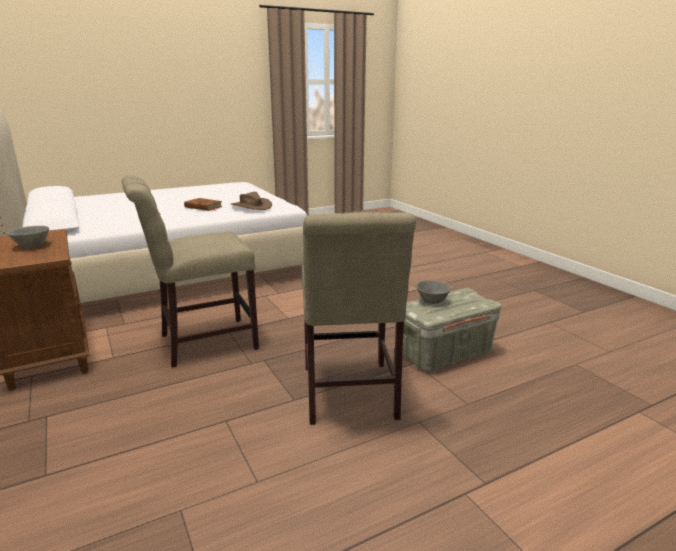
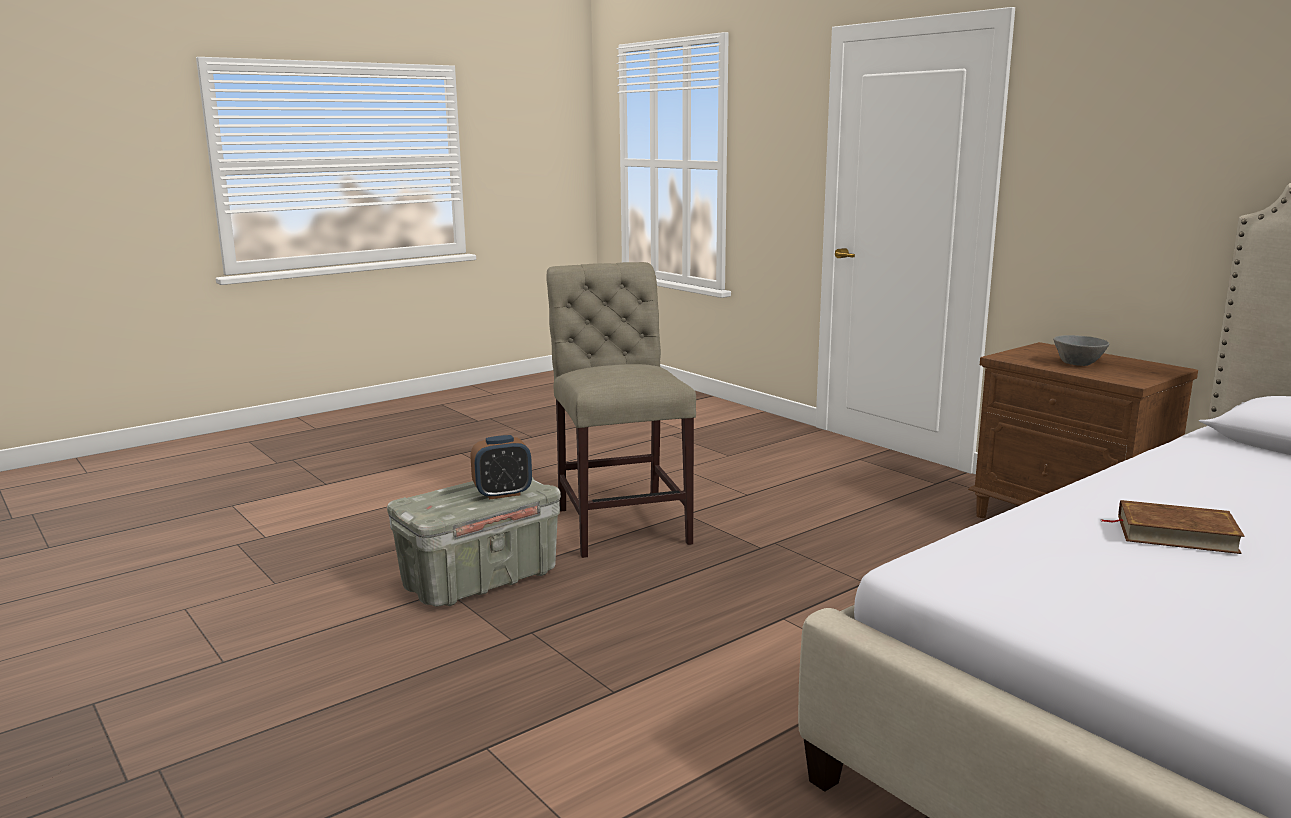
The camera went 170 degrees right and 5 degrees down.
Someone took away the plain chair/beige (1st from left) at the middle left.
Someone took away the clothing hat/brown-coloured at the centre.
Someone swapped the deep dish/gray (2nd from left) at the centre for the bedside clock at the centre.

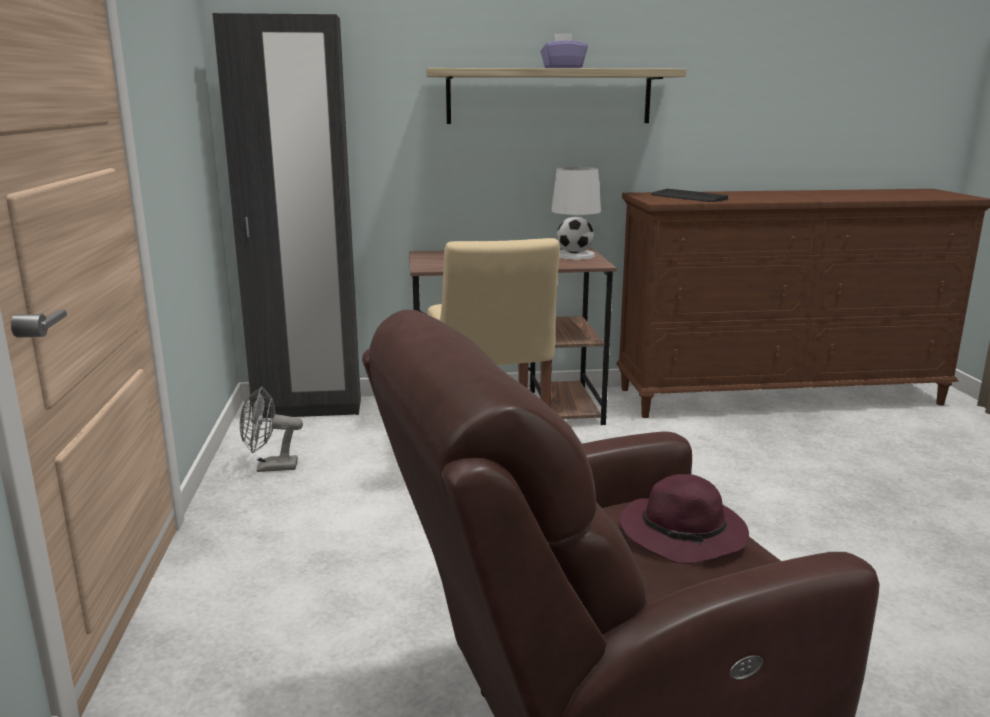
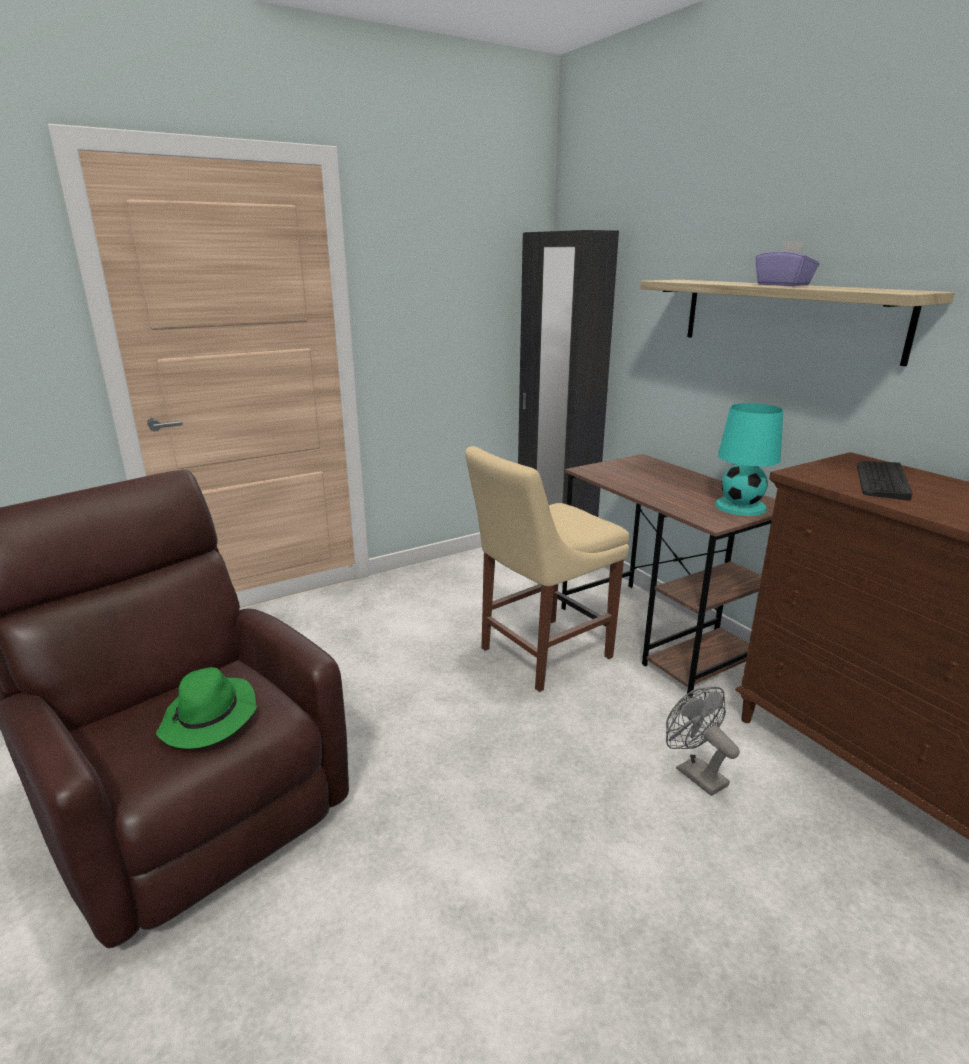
The camera went 65 degrees right and 5 degrees up.
Someone carried the electric fan/gray from the middle left to the bottom right.
Someone repainted the table lamp/whitish at the top centre, which became the table lamp/blue-green at the middle right.
Someone repainted the clothing hat/purple-coloured at the bottom right, which became the clothing hat/green at the middle left.

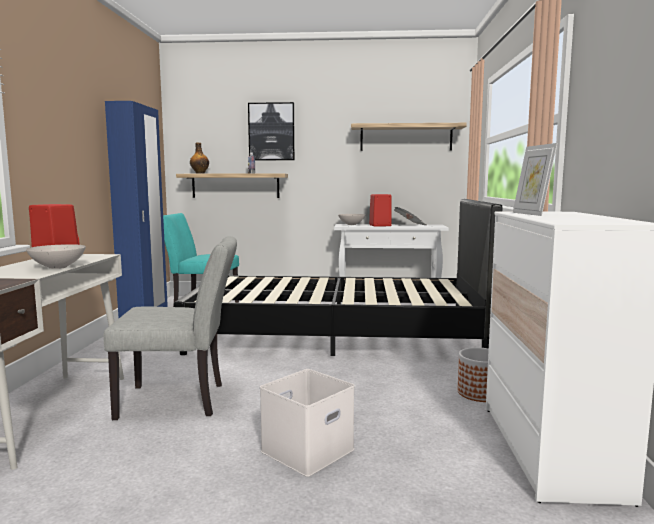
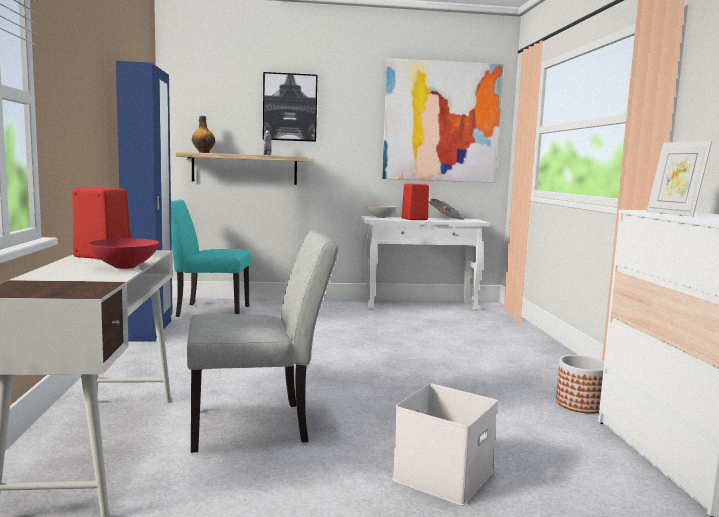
The camera went 10 degrees left and 0 degrees up.
Someone took away the sleeping bed/blackish at the centre.
Someone swapped the shelf (2nd from left) at the top centre for the wall art (2nd from left) at the top centre.
Someone repainted the deep dish/whitish (1st from left) at the middle left, which became the deep dish/red-coloured at the middle left.

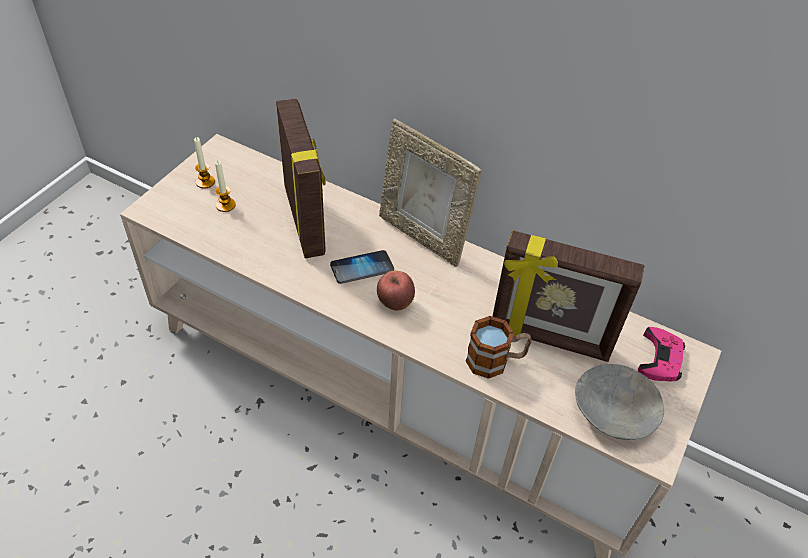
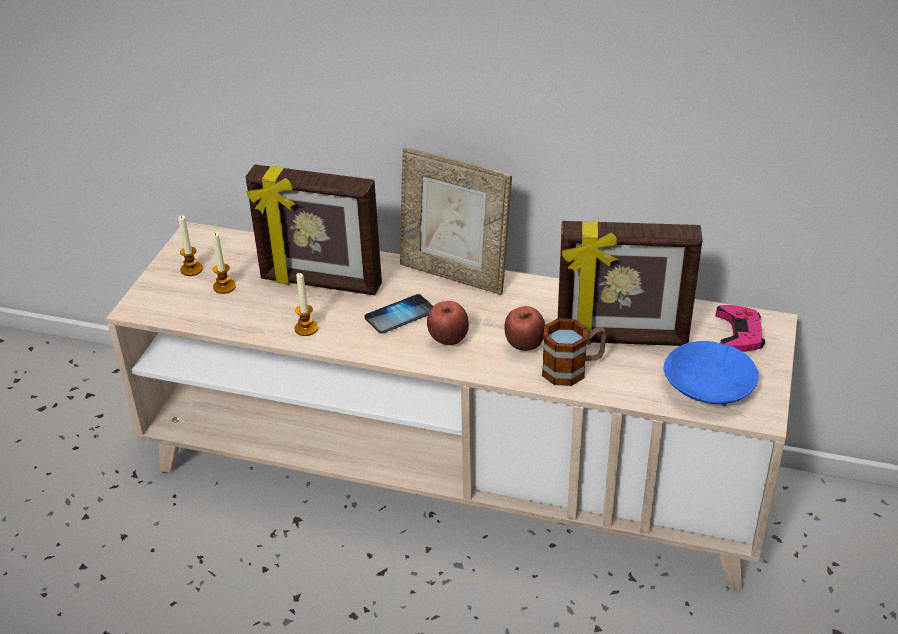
The camera went 10 degrees left and 10 degrees down.
Someone put down the candle (3rd from left) at the centre.
Someone put down the whole apple (2nd from left) at the centre.
Someone repainted the deep dish/gray at the bottom right, which became the deep dish/blue at the middle right.
Someone rotated the photo frame (1st from left) at the top centre by 135 degrees clockwise.

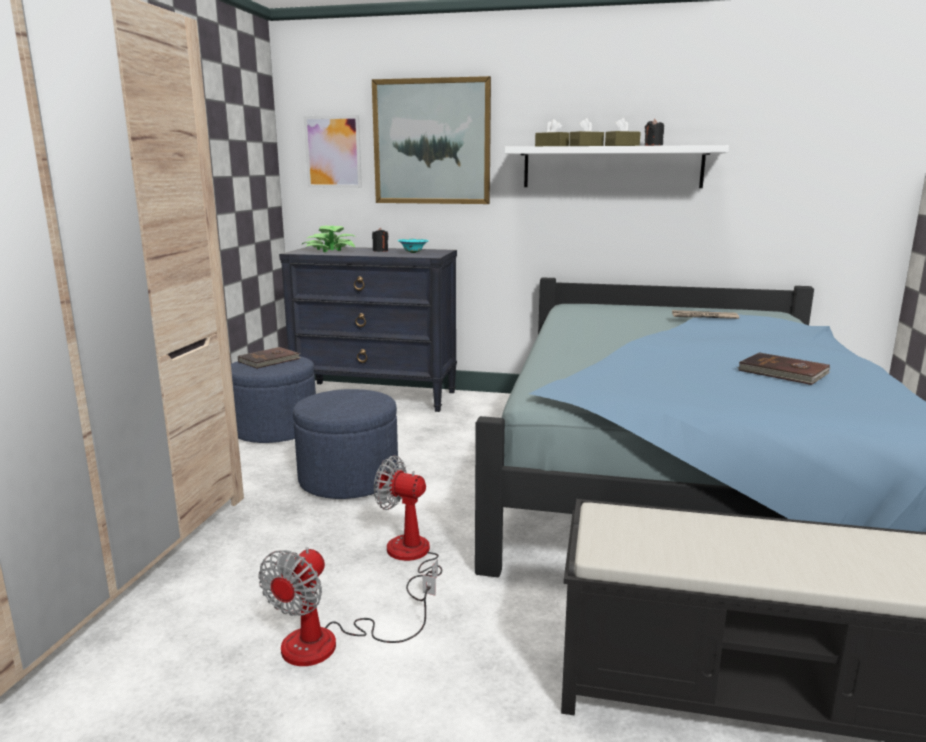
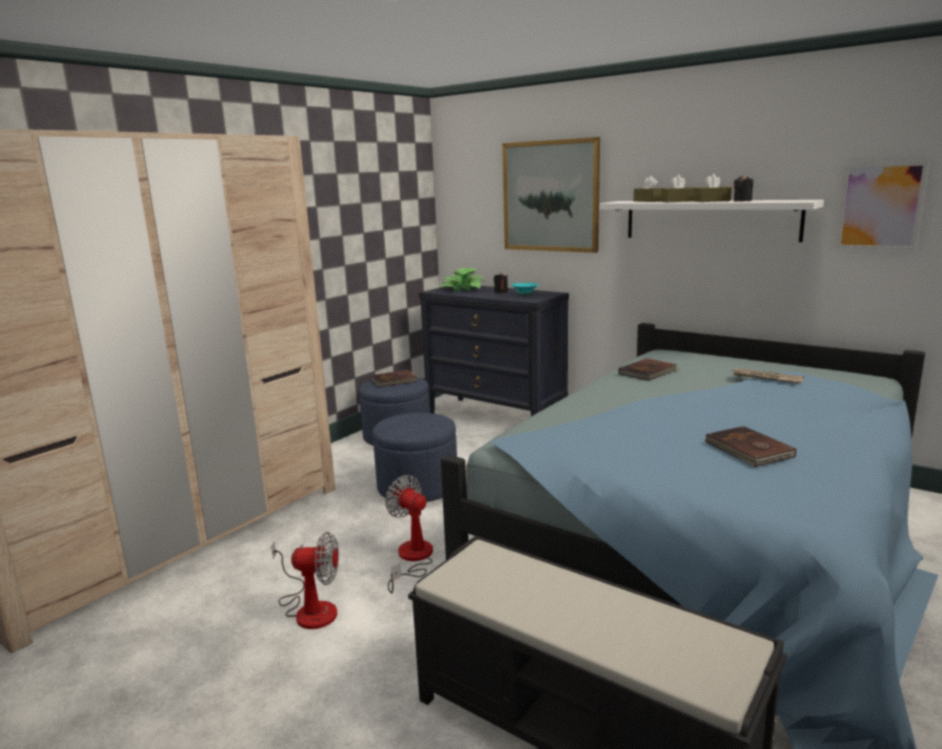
The camera went 25 degrees right and 0 degrees up.
Someone put down the book/brown-coloured (2nd from left) at the middle right.
Someone carried the wall art (1st from left in the first image) from the top centre to the top right.
Someone rotated the electric fan (1st from left) at the bottom centre by 135 degrees counterclockwise.

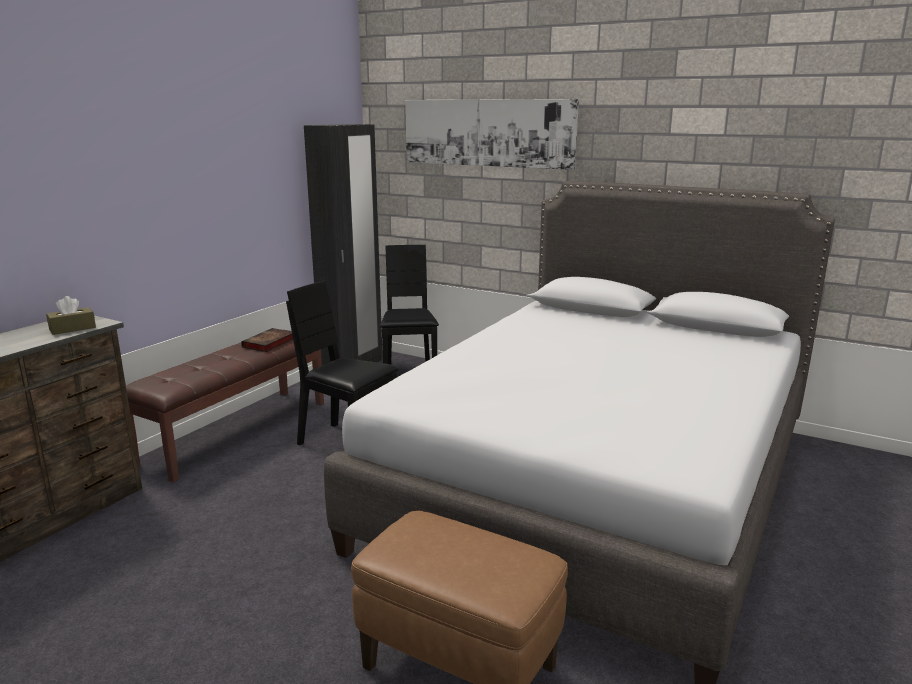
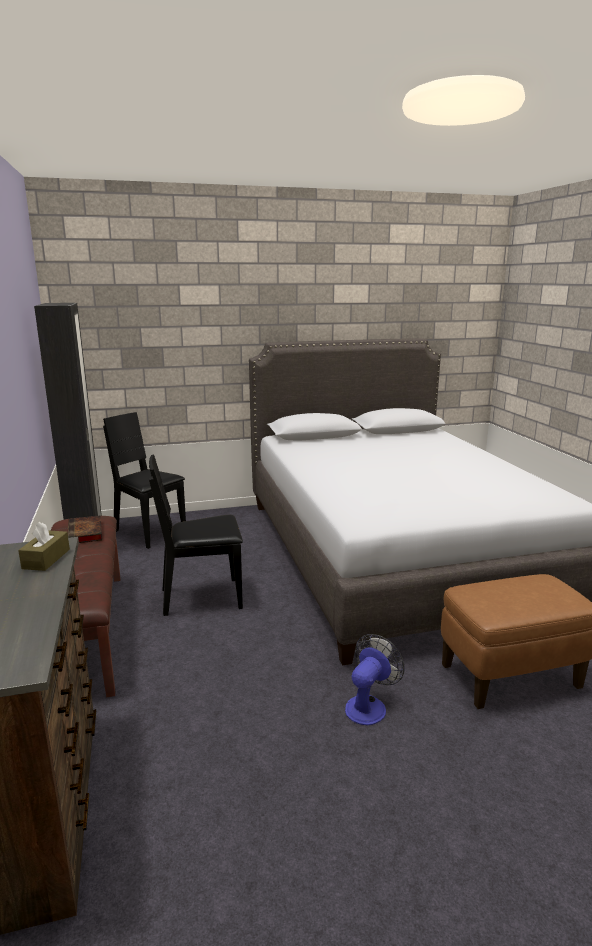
The camera went 45 degrees left and 0 degrees up.
Someone took away the wall art at the top centre.
Someone put down the electric fan at the bottom centre.

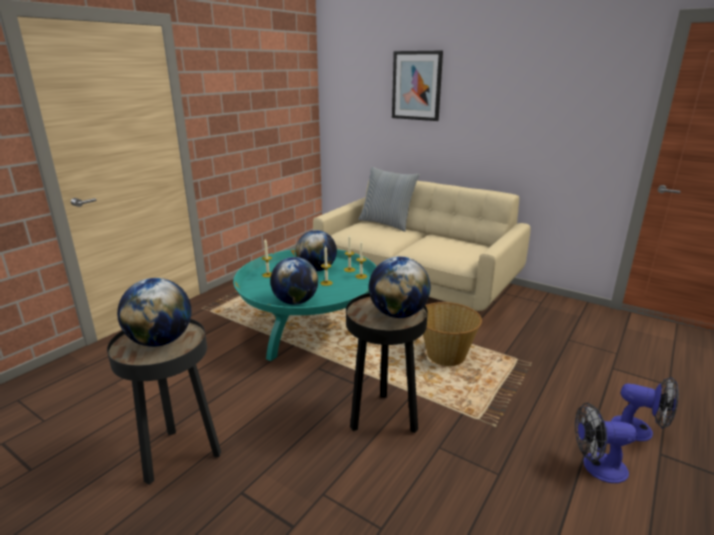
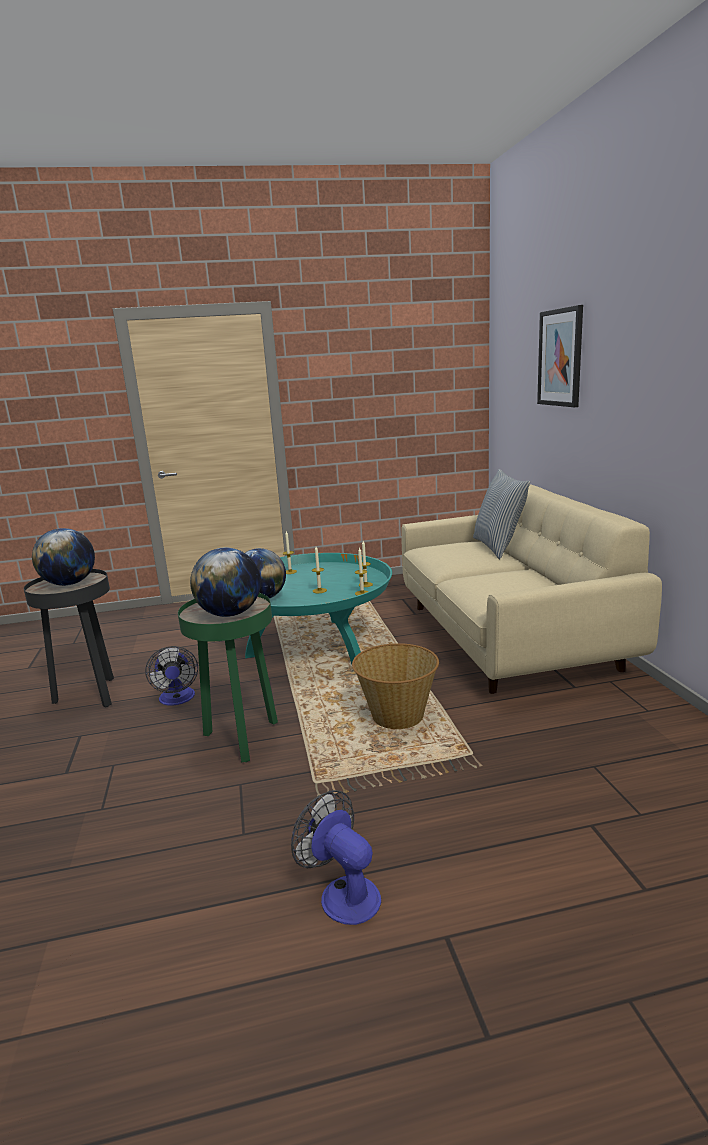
The camera went 45 degrees right and 5 degrees down.
Someone took away the desk globe (3rd from left) at the centre.
Someone carried the electric fan (2nd from left in the first image) from the bottom right to the middle left.
Someone repainted the accent table/blackish (2nd from left) at the bottom centre, which became the accent table/green at the middle left.

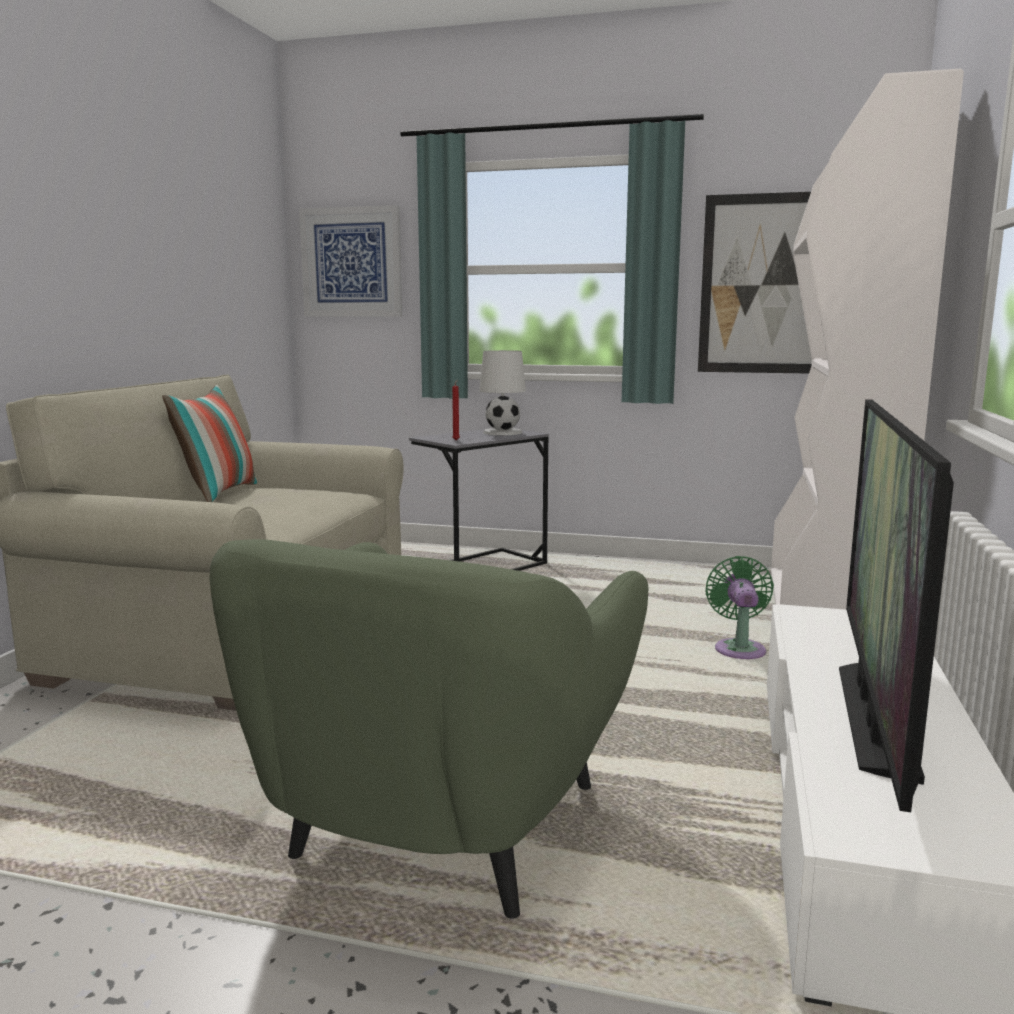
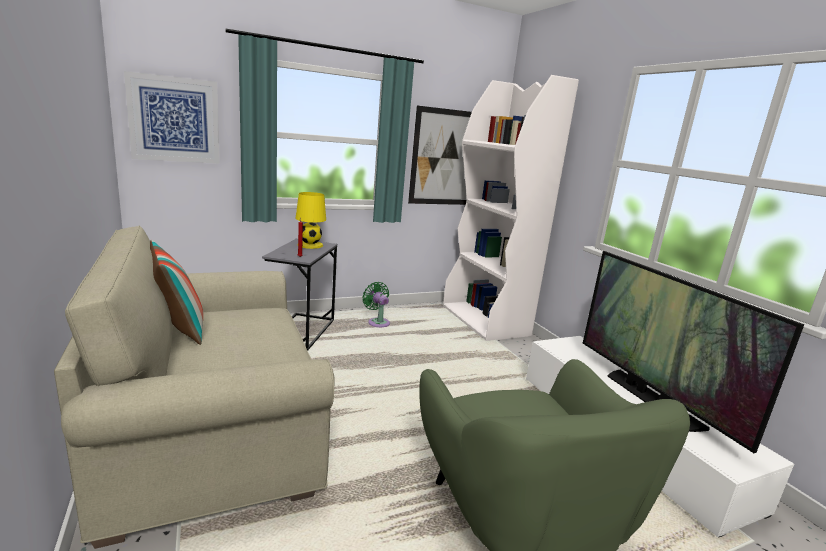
The camera went 40 degrees left and 5 degrees up.
Someone carried the electric fan/green from the middle right to the centre.
Someone repainted the table lamp/whitish at the centre, which became the table lamp/yellowish at the centre.

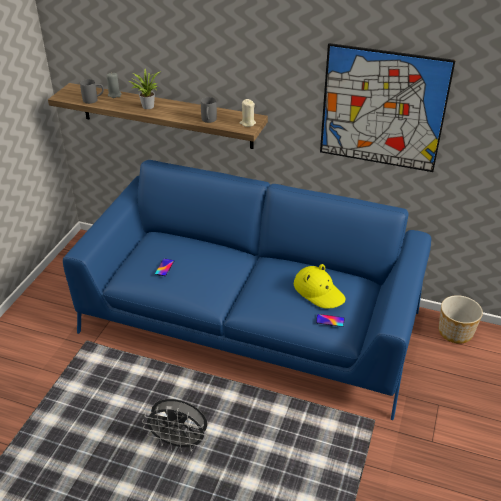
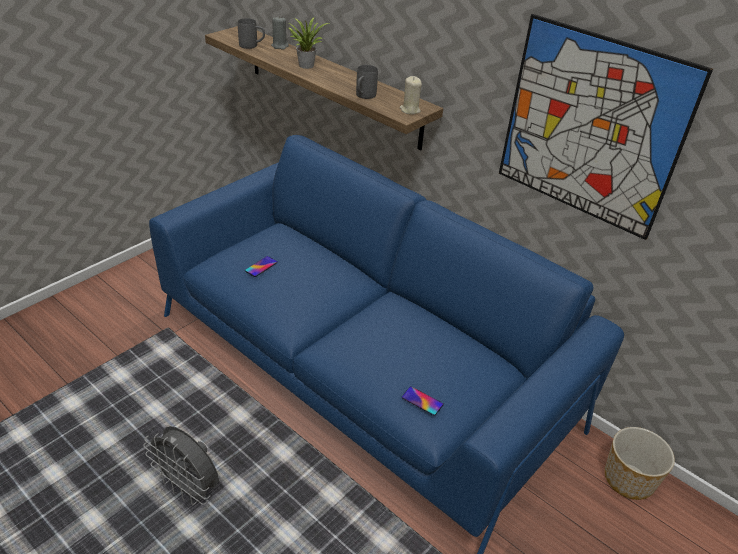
The camera went 20 degrees right and 0 degrees up.
Someone took away the clothing hat/yellowish at the centre.

